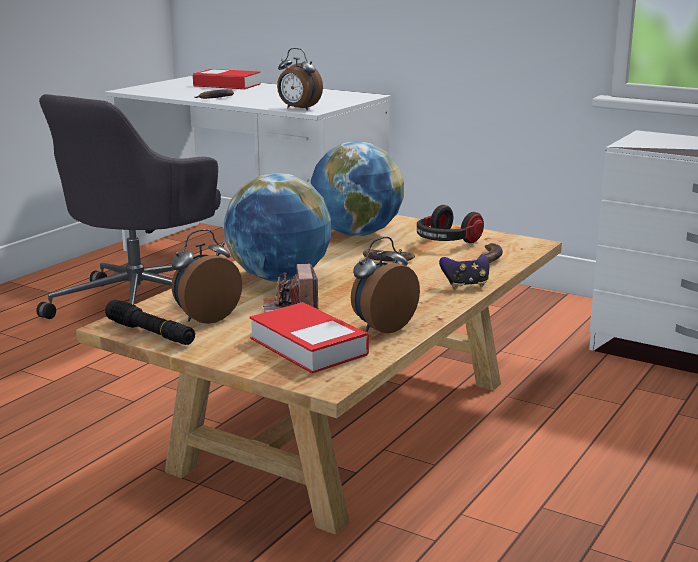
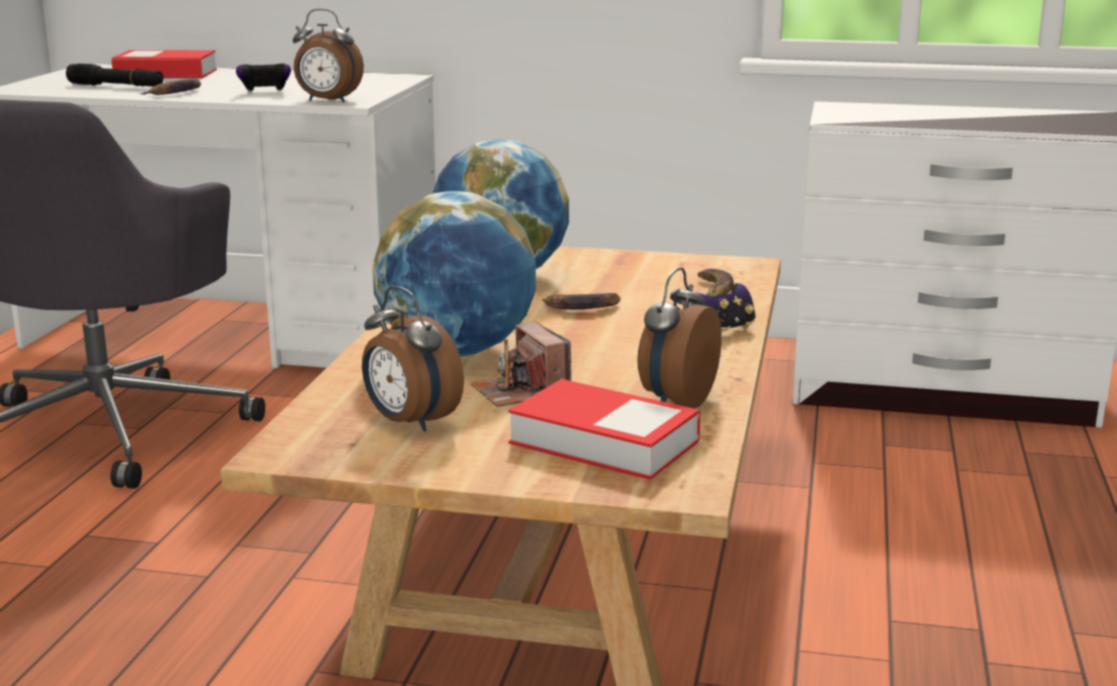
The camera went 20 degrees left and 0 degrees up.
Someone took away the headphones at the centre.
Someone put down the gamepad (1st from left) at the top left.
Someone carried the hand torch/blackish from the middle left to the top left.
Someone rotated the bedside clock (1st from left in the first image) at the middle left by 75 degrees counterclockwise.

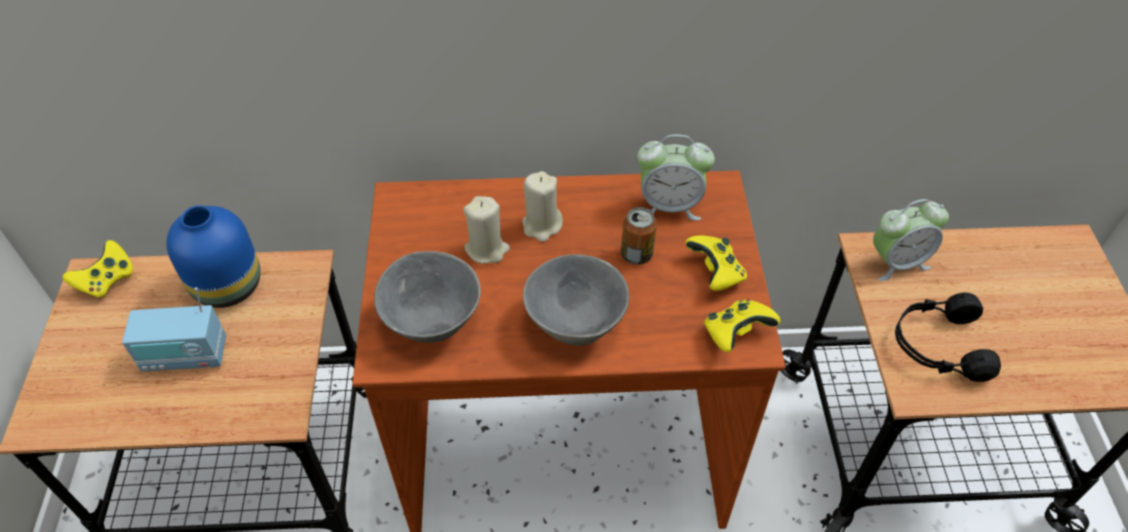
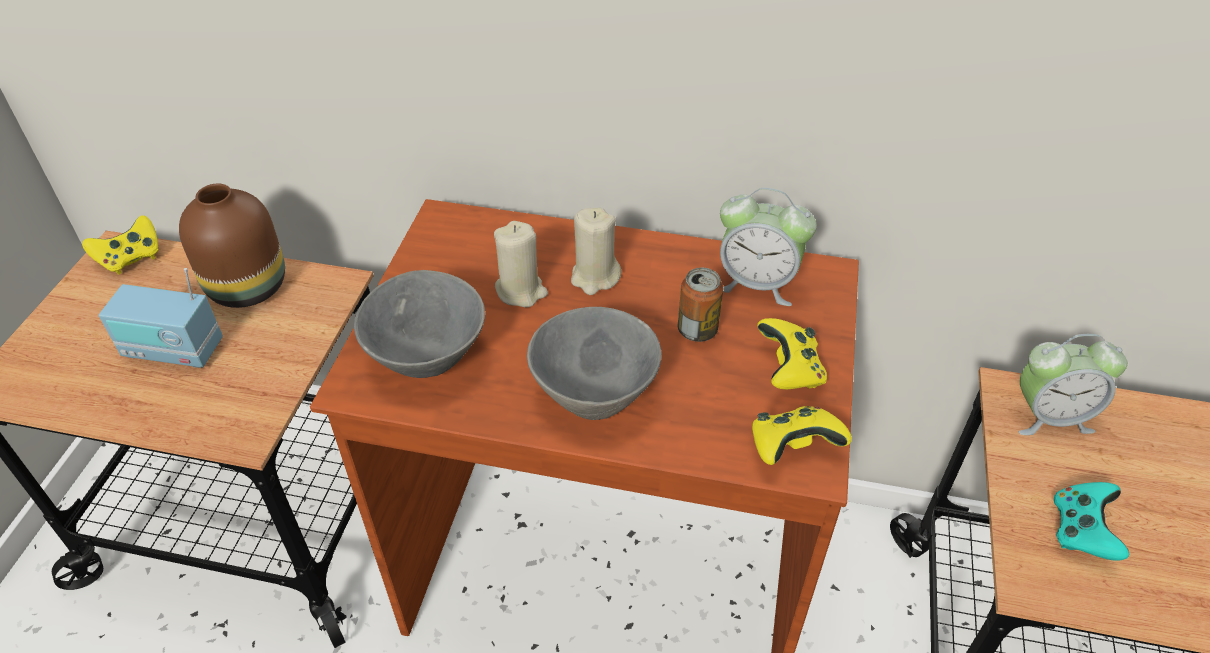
The camera went 15 degrees right and 5 degrees down.
Someone swapped the headphones/blackish at the middle right for the gamepad/blue-green at the bottom right.
Someone repainted the decorative vase/blue at the middle left, which became the decorative vase/brown-coloured at the middle left.

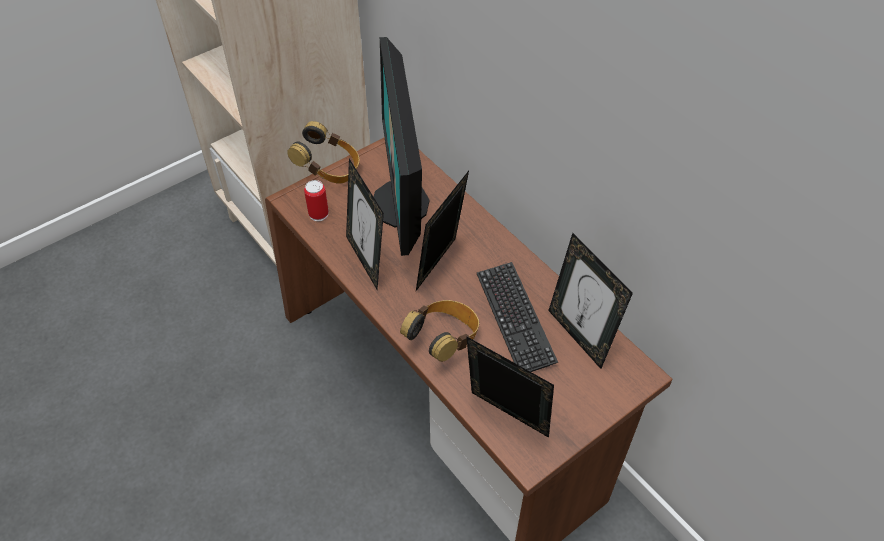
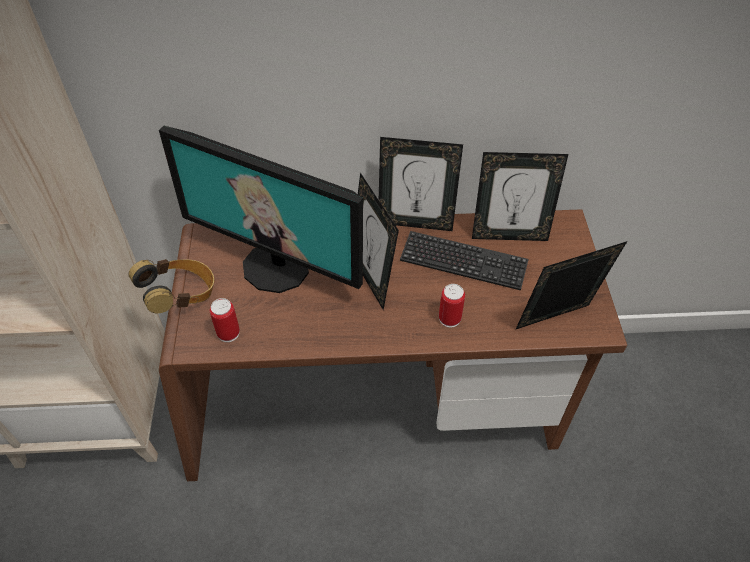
The camera went 55 degrees left and 0 degrees up.
Someone carried the photo frame (1st from left in the first image) from the centre to the top centre.
Someone swapped the headphones (2nd from left) at the centre for the metal can (2nd from left) at the centre.

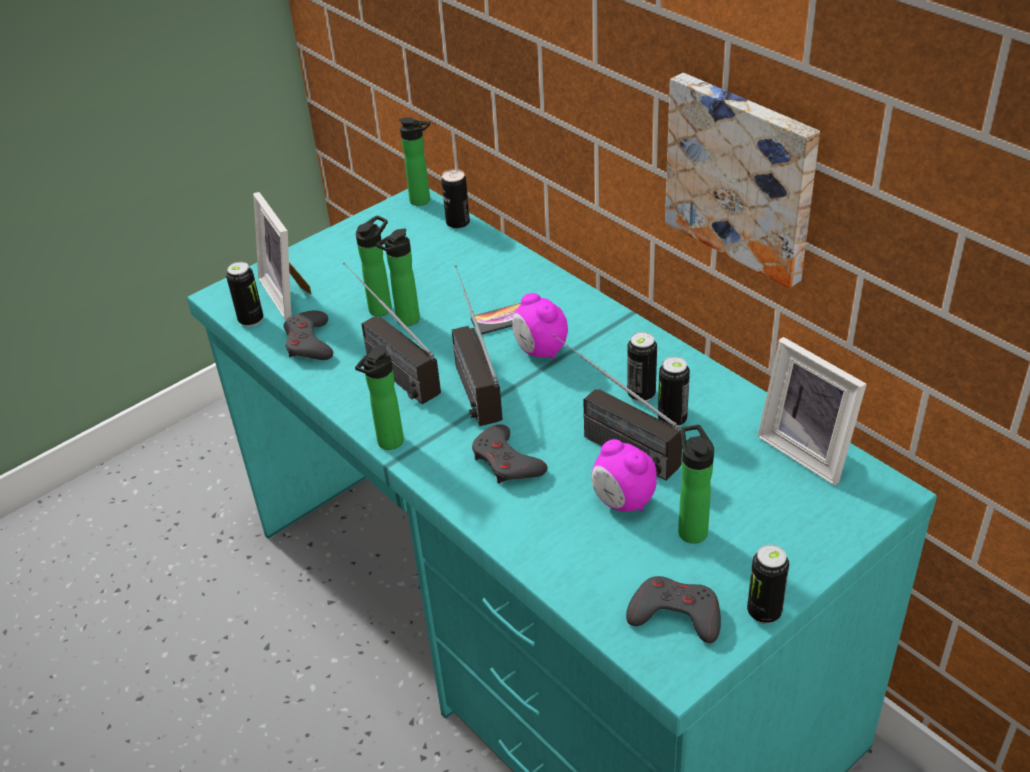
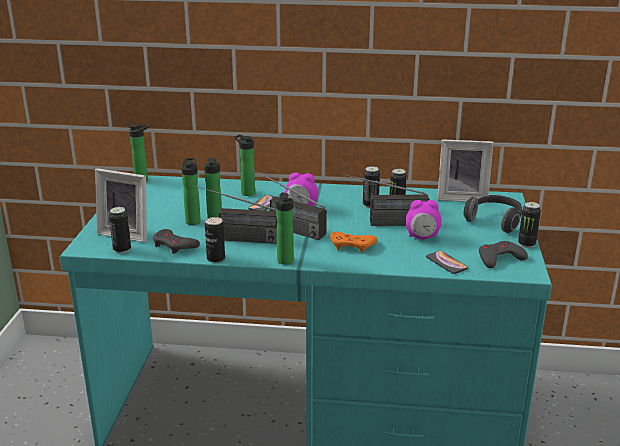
The camera went 45 degrees left and 15 degrees down.
Someone took away the wall art at the top right.
Someone put down the telephone (2nd from left) at the middle right.
Someone put down the headphones at the middle right.
Someone carried the metal can (2nd from left) from the top centre to the centre.
Someone carried the drink bottle (5th from left in the first image) from the middle right to the centre.
Someone repainted the gamepad/gray (2nd from left) at the centre, which became the gamepad/orangey at the centre.

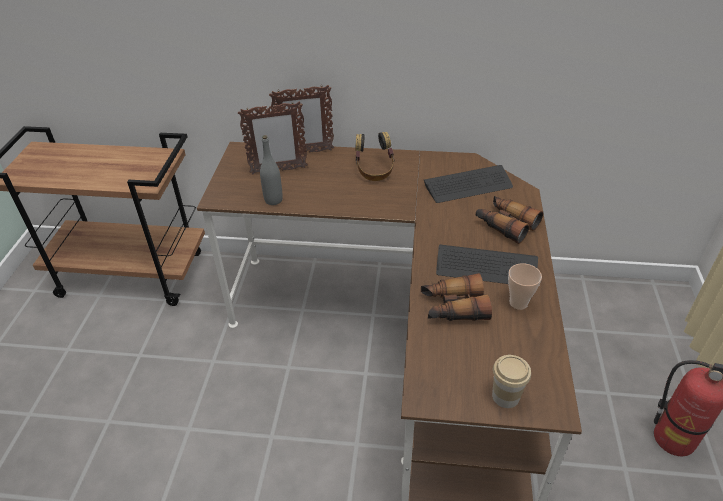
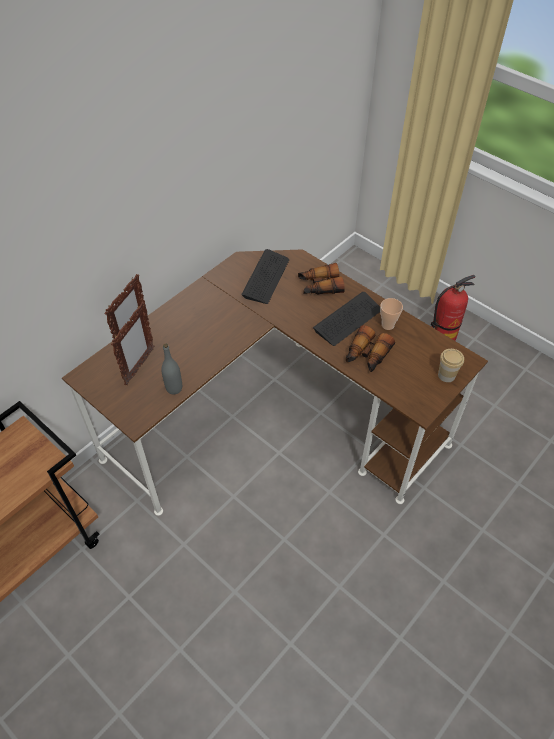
The camera went 55 degrees left and 10 degrees up.
Someone took away the headphones at the top centre.

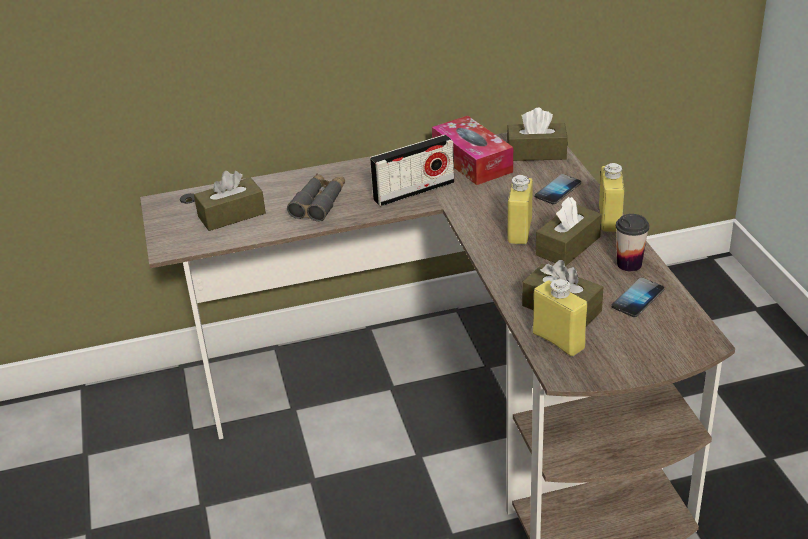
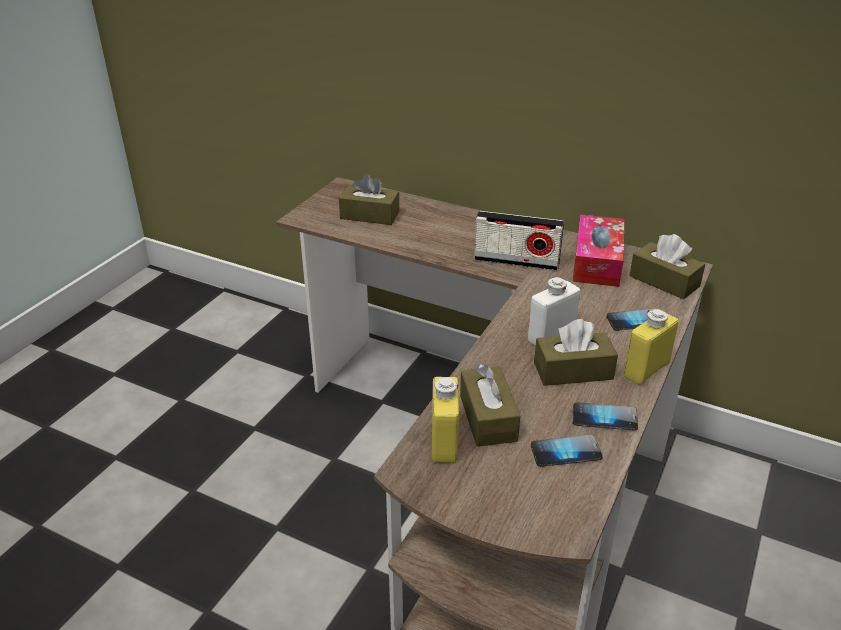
The camera went 40 degrees right and 0 degrees up.
Someone took away the pair of binoculars/gray at the centre.
Someone swapped the cup at the middle right for the telephone (2nd from left) at the middle right.
Someone repainted the drink bottle/yellowish (1st from left) at the centre, which became the drink bottle/whitish at the centre.

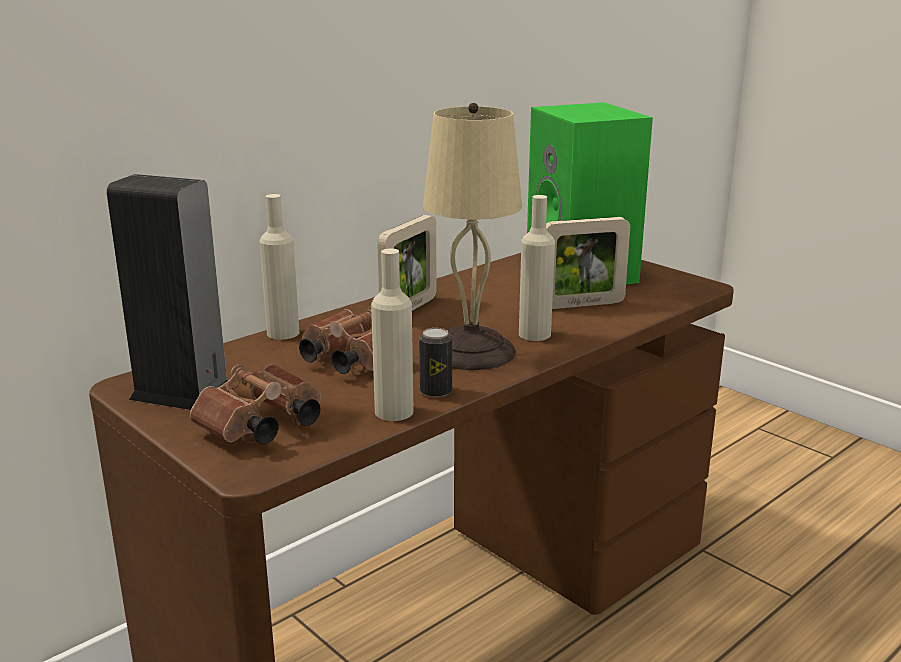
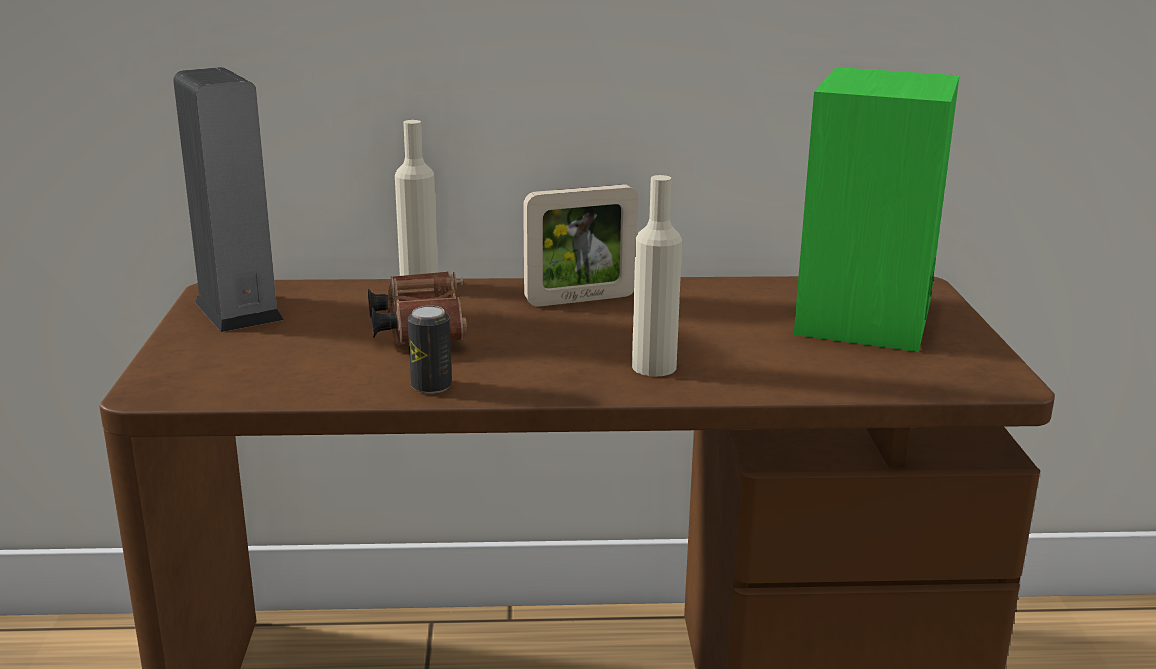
The camera went 40 degrees right and 0 degrees up.
Someone took away the pair of binoculars/brown-coloured (1st from left) at the middle left.
Someone took away the drink bottle/beige (2nd from left) at the centre.
Someone took away the table lamp/beige at the centre.
Someone took away the photo frame (2nd from left) at the centre.

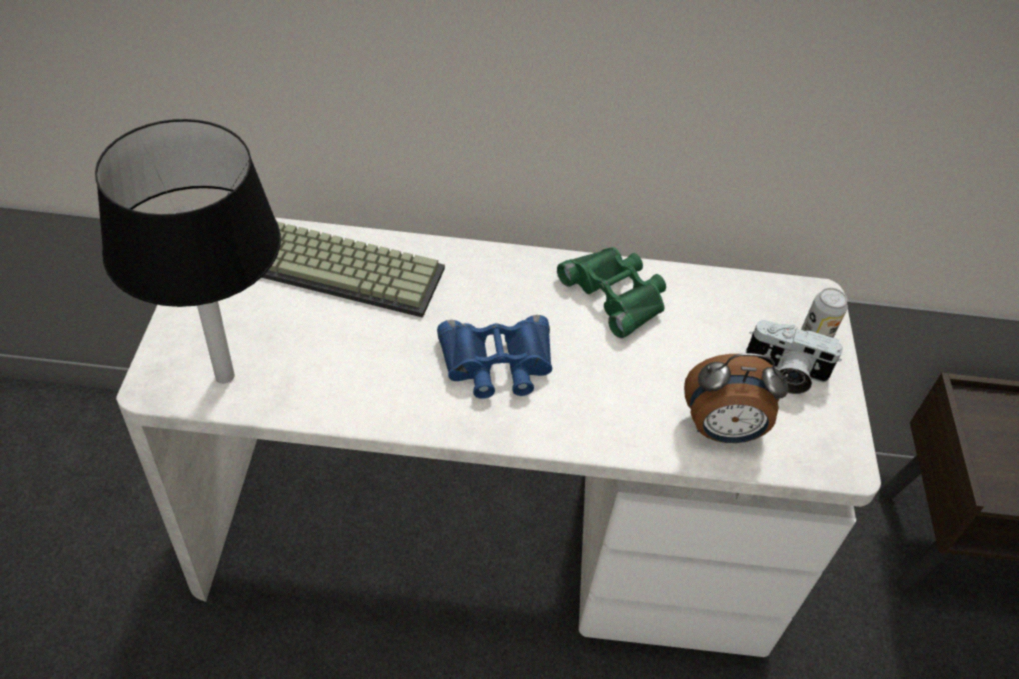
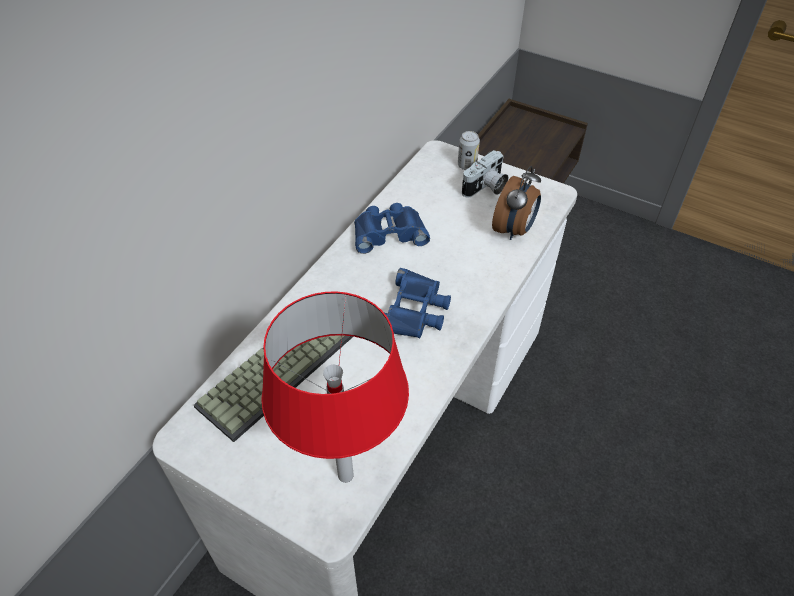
The camera went 60 degrees left and 0 degrees up.
Someone repainted the table lamp/blackish at the middle left, which became the table lamp/red-coloured at the centre.
Someone repainted the pair of binoculars/green at the centre, which became the pair of binoculars/blue (1st from left) at the centre.

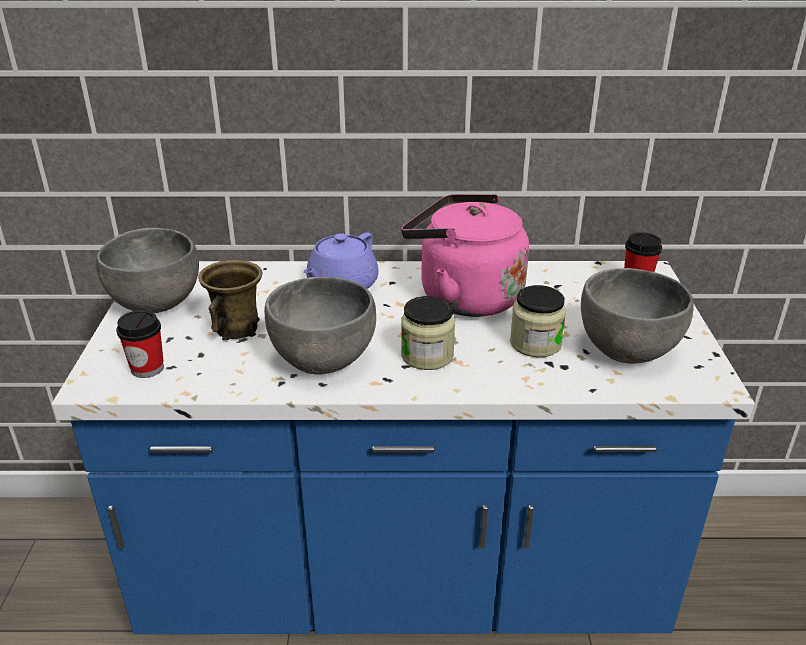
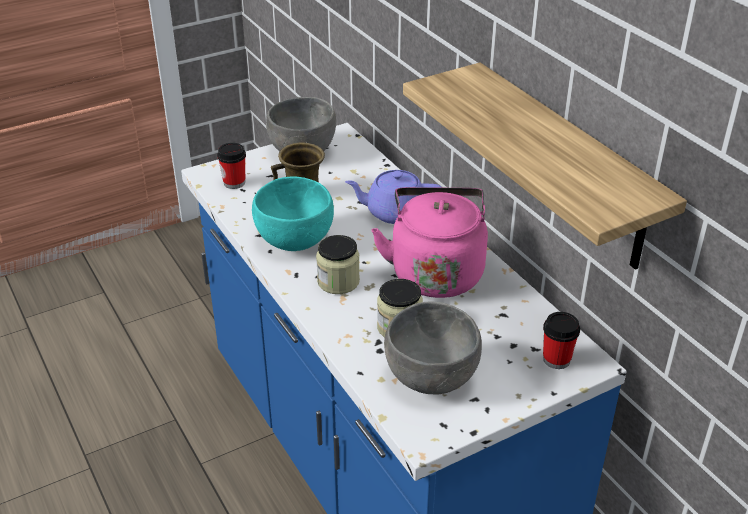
The camera went 60 degrees right and 5 degrees up.
Someone put up the shelf at the top right.
Someone repainted the deep dish/gray (2nd from left) at the centre, which became the deep dish/blue-green at the centre.

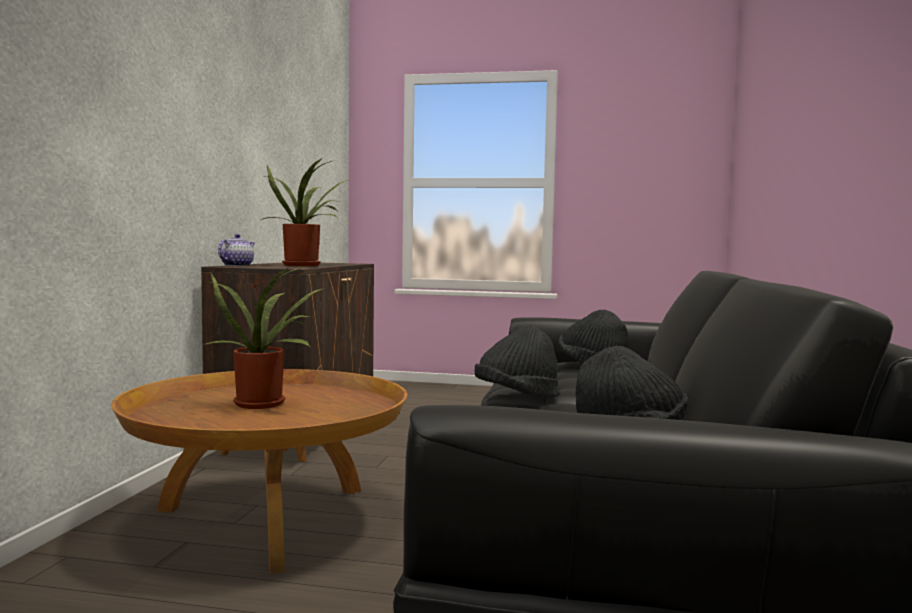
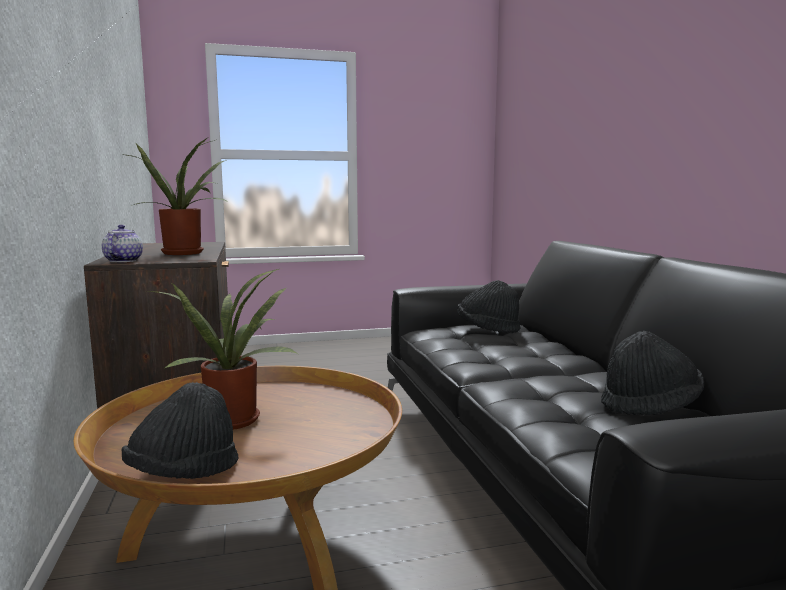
The camera went 25 degrees left and 5 degrees up.
Someone carried the clothing hat/blackish (1st from left) from the centre to the bottom left.

